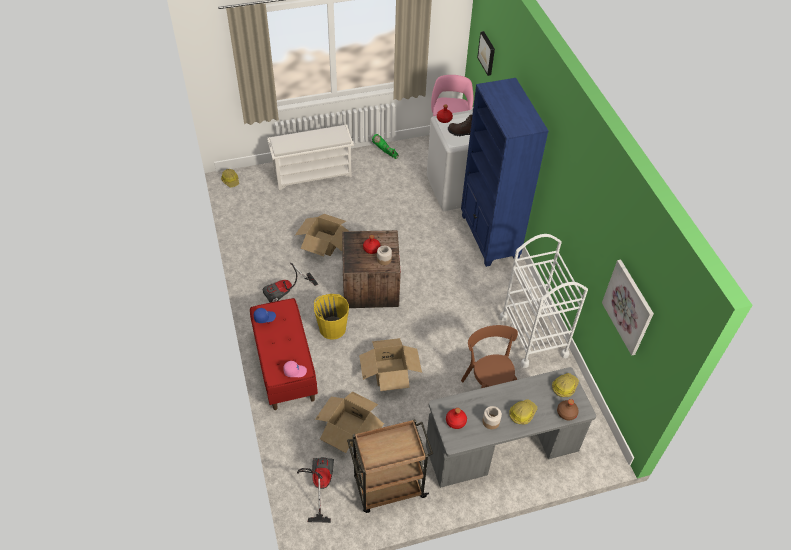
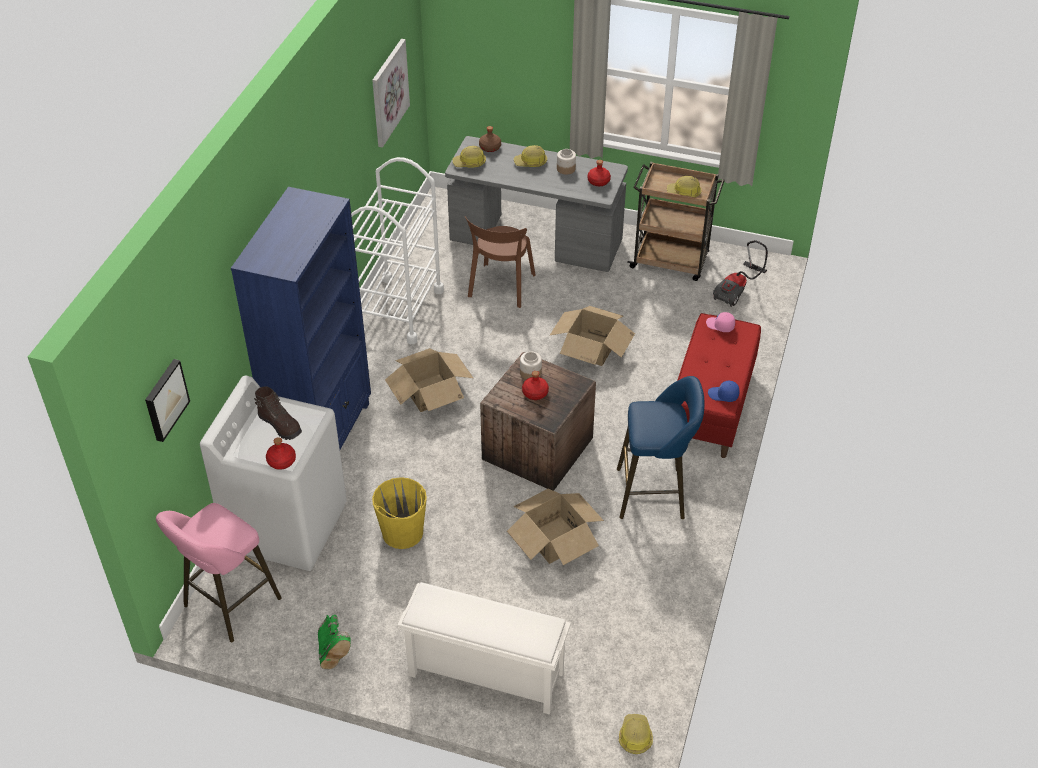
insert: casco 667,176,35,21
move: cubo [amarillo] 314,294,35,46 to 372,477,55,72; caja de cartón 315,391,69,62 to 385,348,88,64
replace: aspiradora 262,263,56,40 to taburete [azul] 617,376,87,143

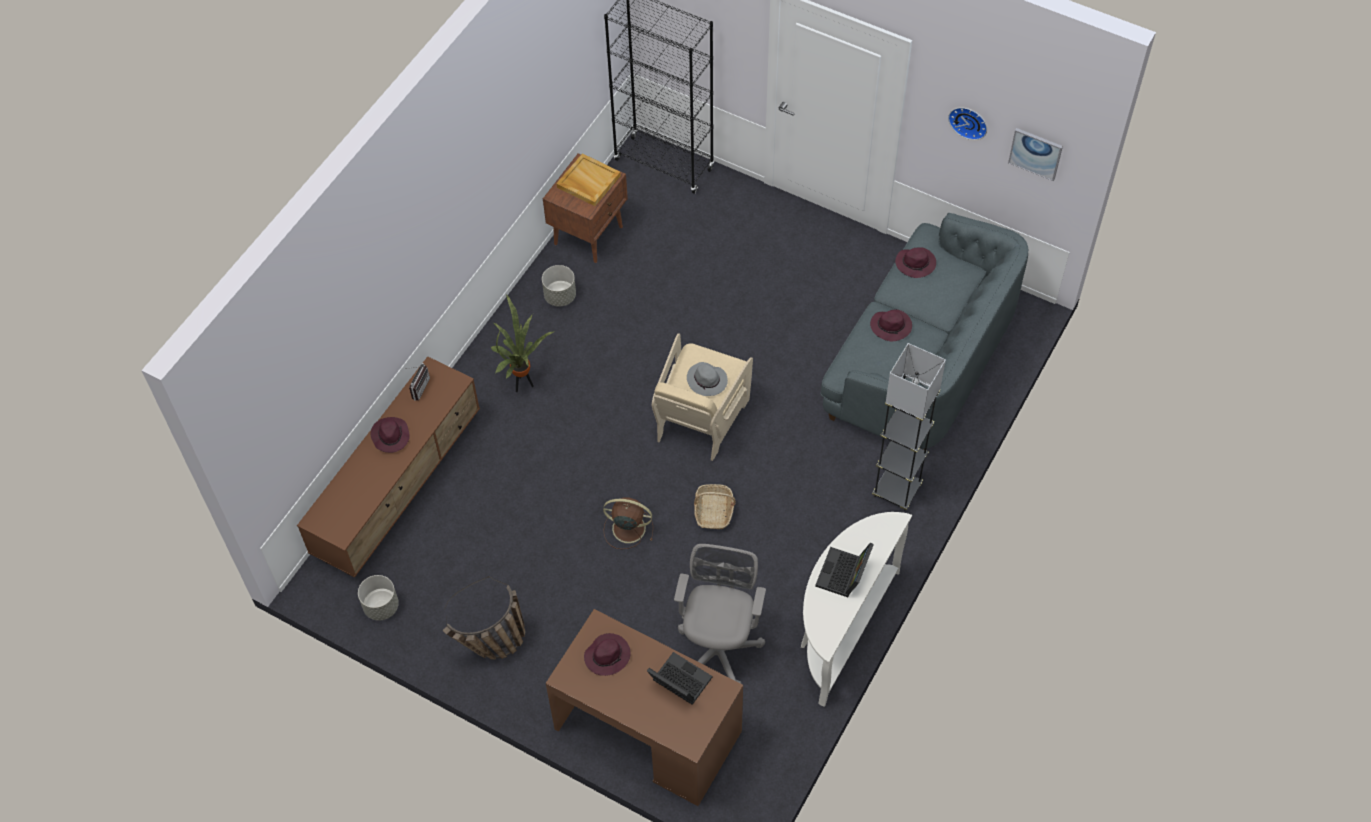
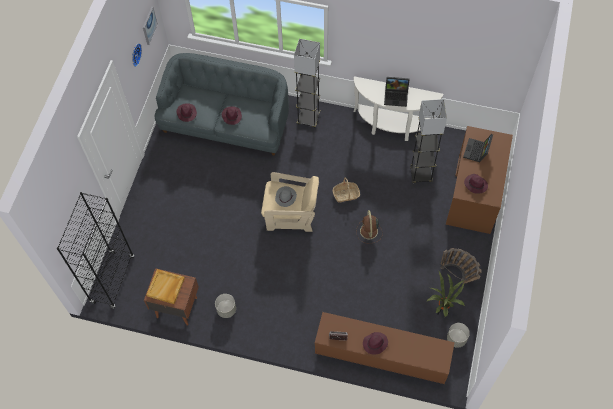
move: planta en maceta 491,293,63,99 to 426,271,39,46
replace: silla de oficina [gris] 674,544,92,140 to lámpara de pie [gris] 410,99,37,84

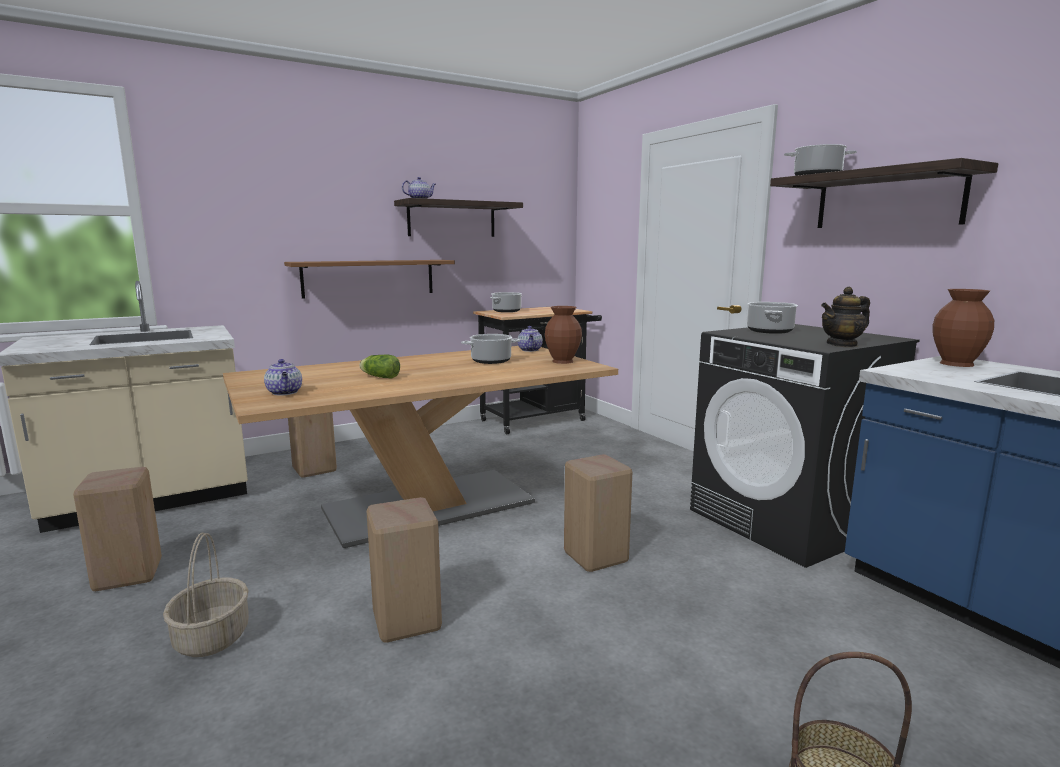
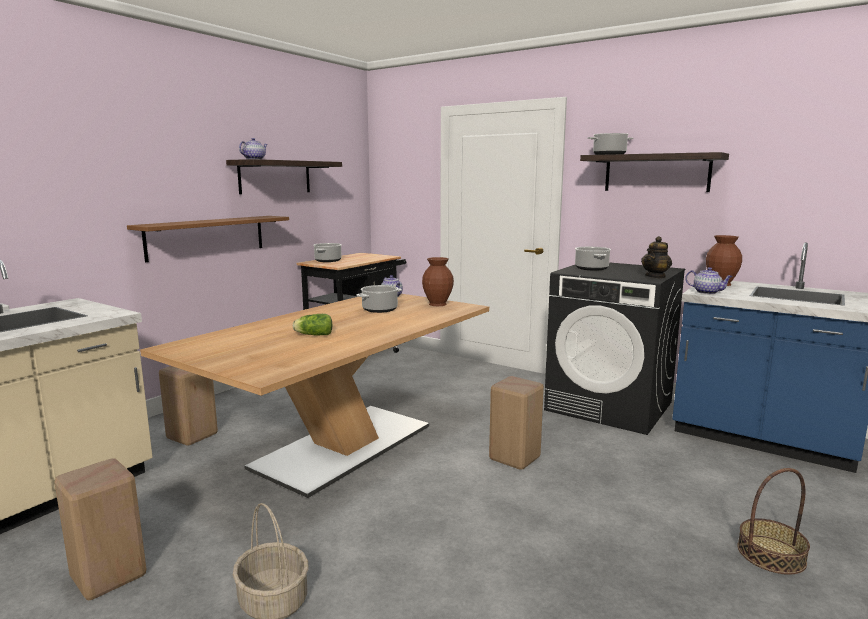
delete: taburete [beis] 366,497,76,146
move: tetera 264,359,38,37 to 685,267,48,27

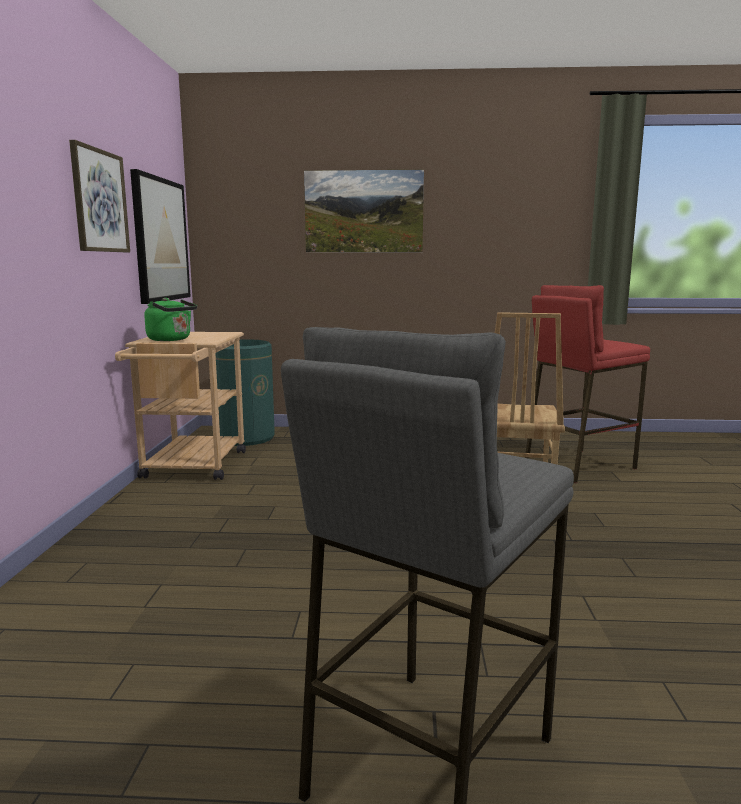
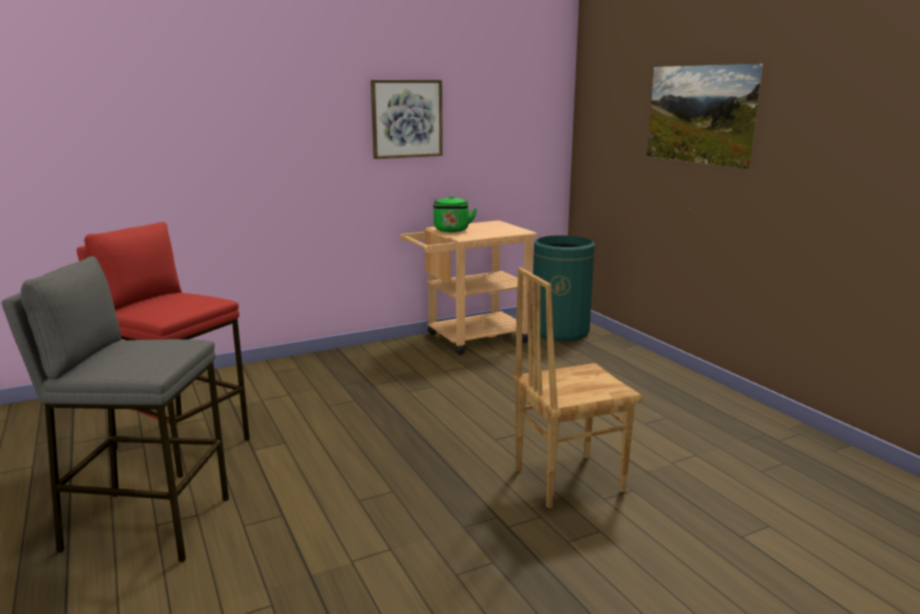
delete: cuadro 130,169,61,135
move: taburete [rojo] 525,285,125,198 to 77,222,173,256

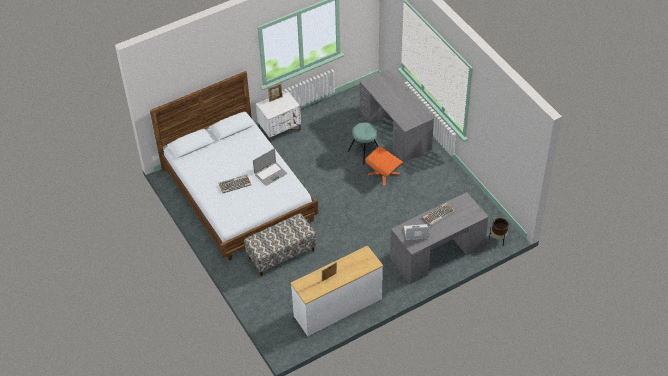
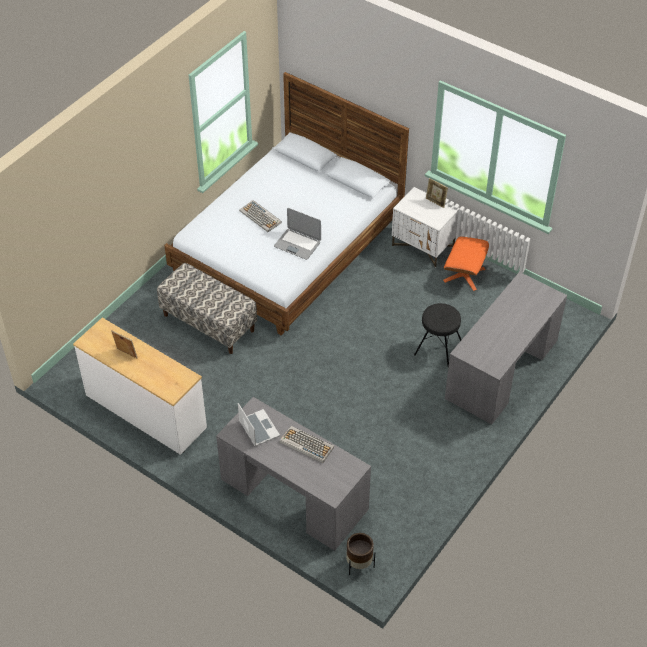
move: puf [naranja] 365,146,38,40 to 443,236,46,55
recolor: taburete [turquesa] 348,123,30,41 to taburete [negro] 414,303,47,64

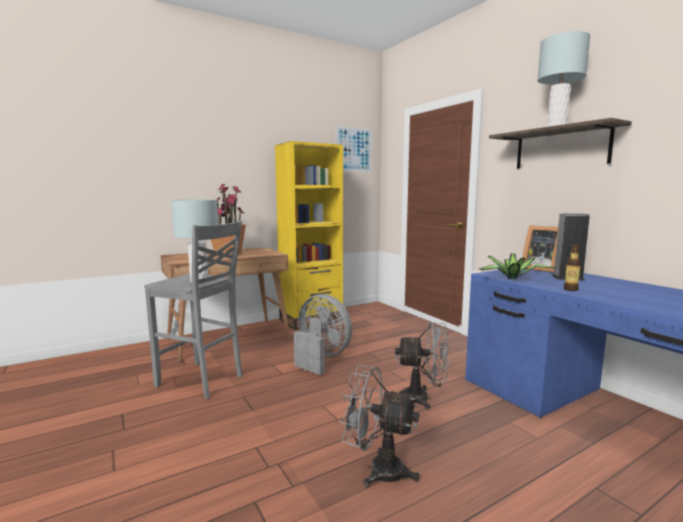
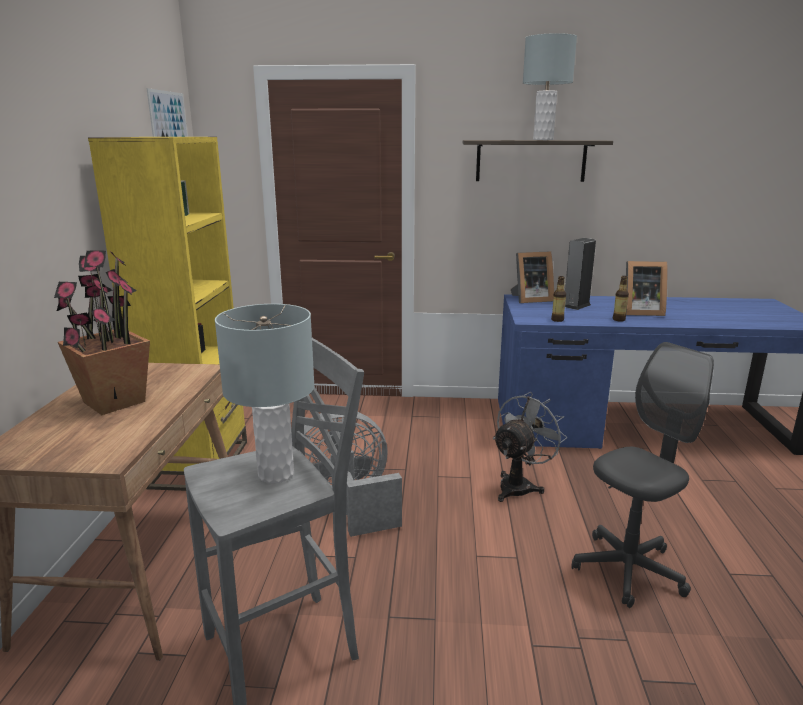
insert: portarretratos 626,261,41,55
replace: planta en maceta 479,253,79,27 to botella 551,276,15,46; ventilador [gris] 339,364,81,124 to silla de oficina [gris] 571,342,143,266

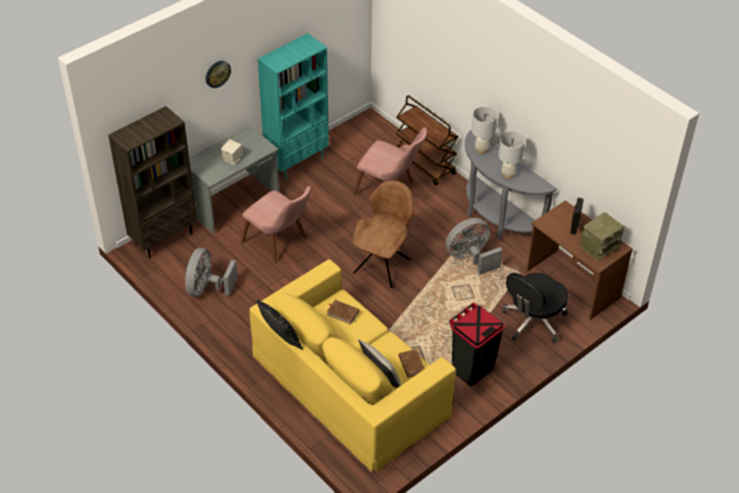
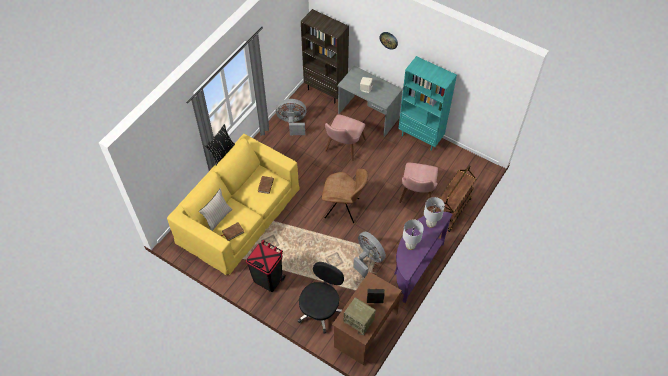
recolor: mesa consola [gris] 465,130,92,109 to mesa consola [morado] 394,212,59,91
rotate: silla de oficina [negro] 502,273,67,71 = 298,262,46,71 90 degrees clockwise

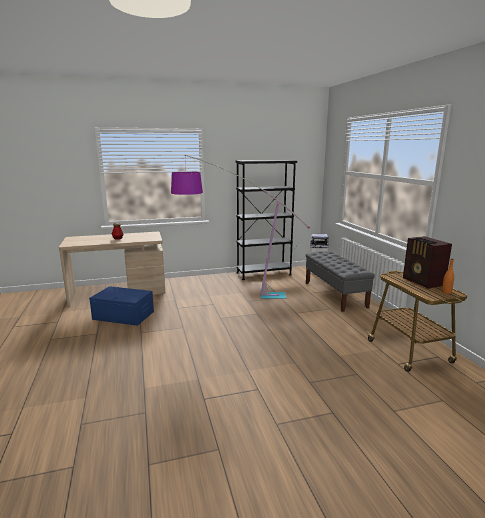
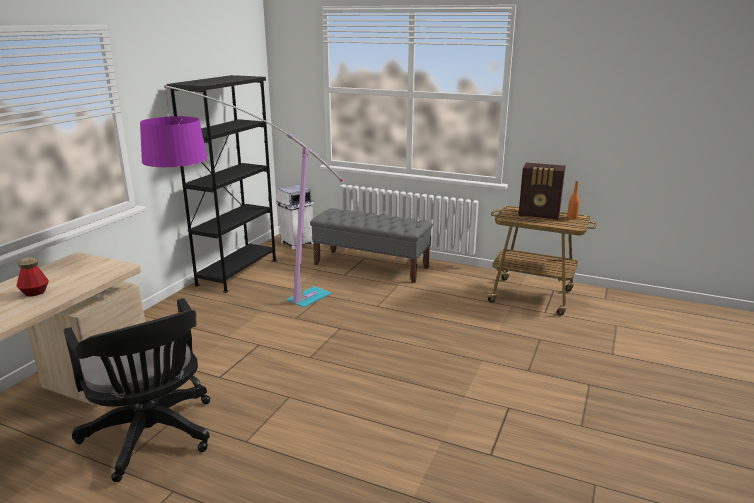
replace: caja de almacenaje [azul] 89,286,65,40 to silla de oficina [negro] 64,298,146,184

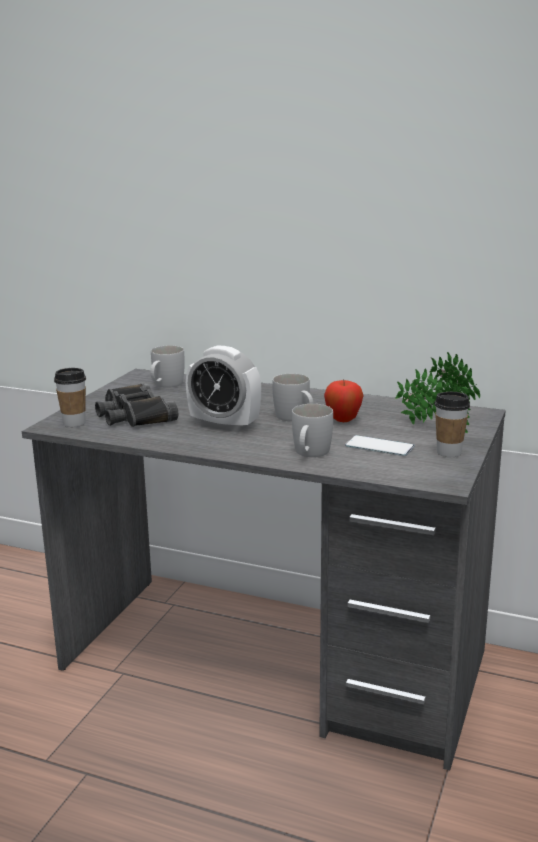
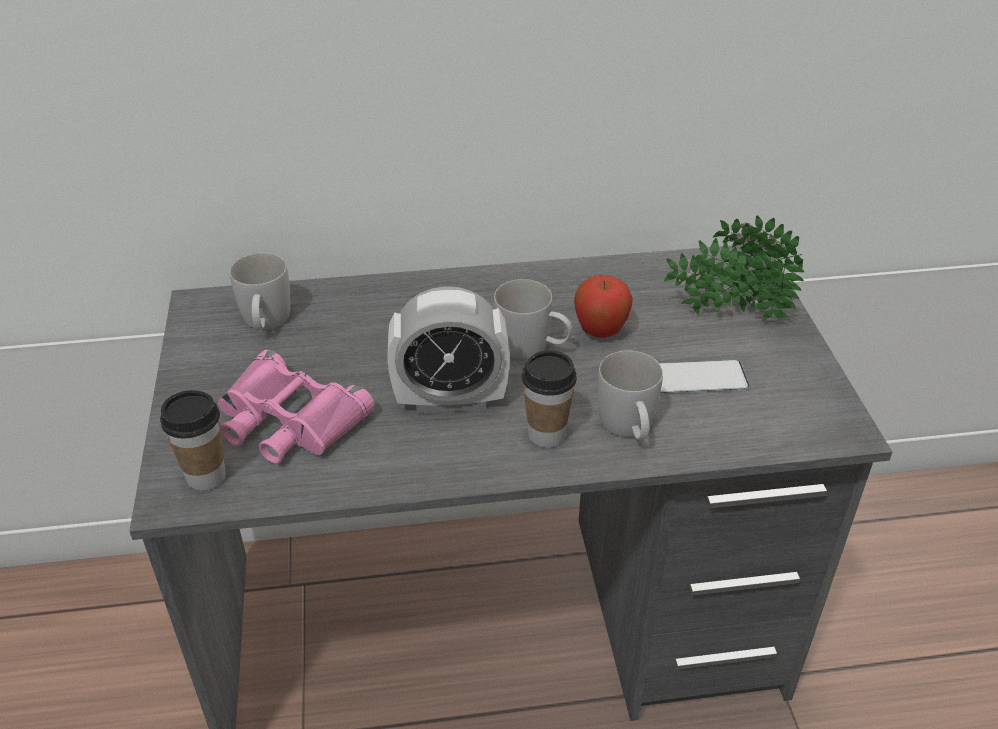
move: taza 434,392,36,65 to 522,350,55,98
recolor: prismáticos [negro] 95,383,83,44 to prismáticos [rosa] 218,349,156,115

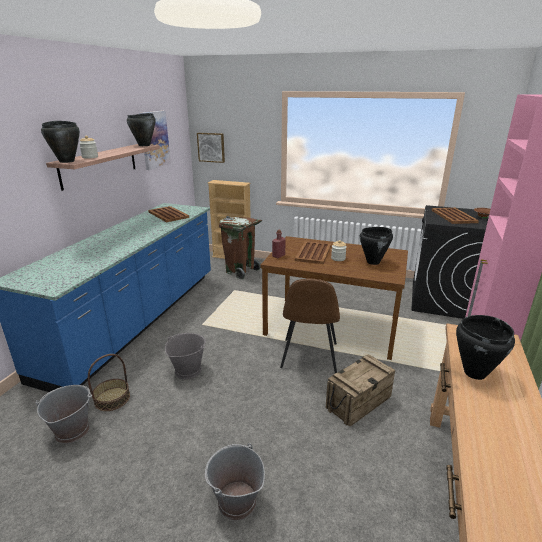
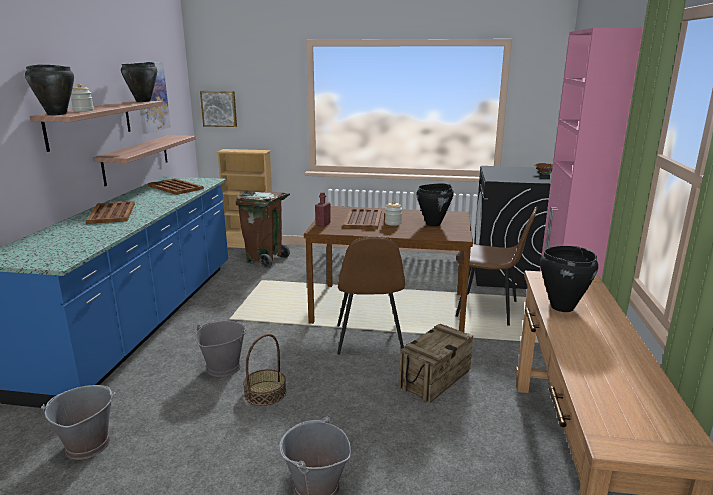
insert: estante 93,135,103,51; silla [marrón] 456,206,82,120
move: bandeja [marrón] 431,208,48,16 to 85,201,50,23; cesta 88,354,42,57 to 243,334,43,72

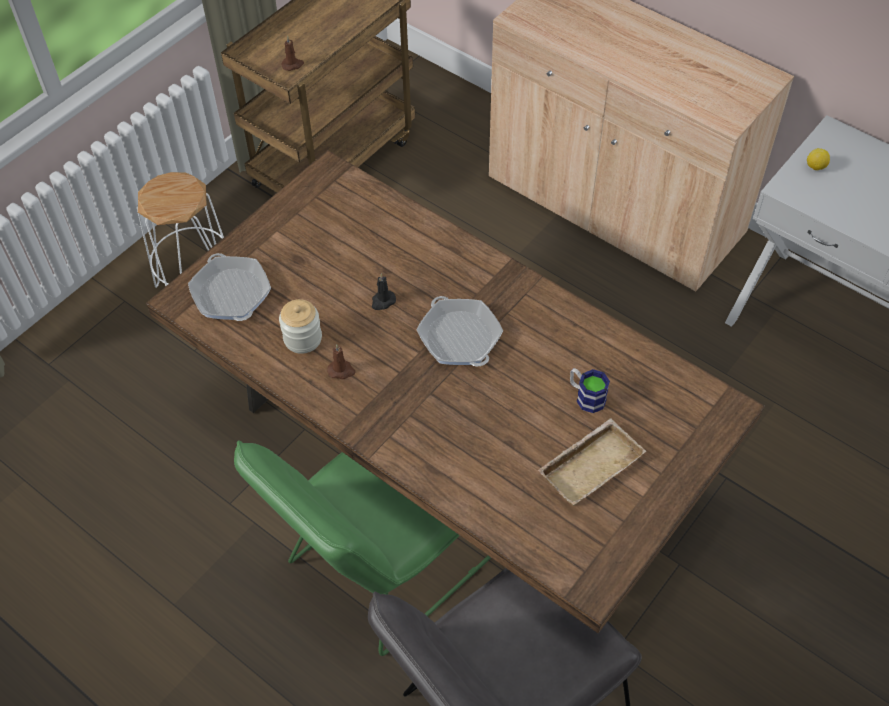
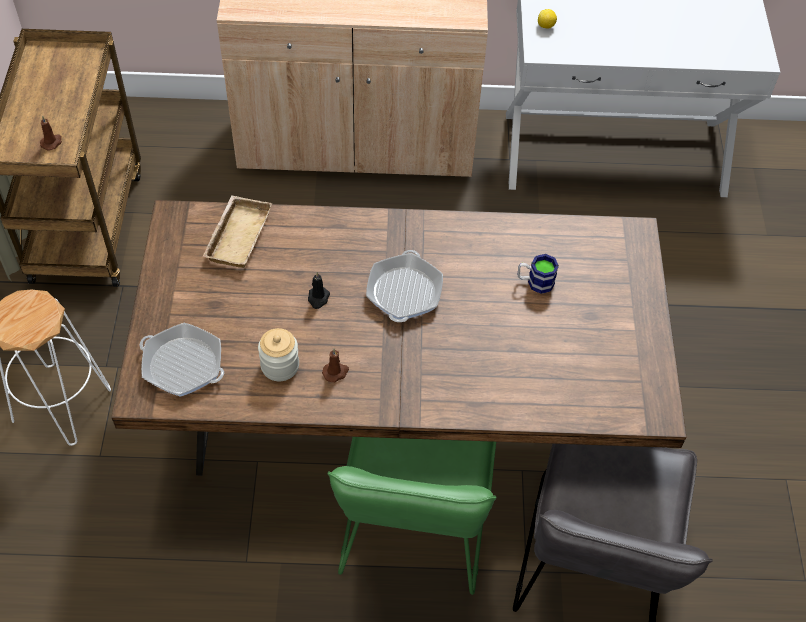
move: bandeja [beis] 538,419,108,87 to 203,196,69,72
rotate: sartén 416,296,87,70 = 366,250,77,72 105 degrees counterclockwise

